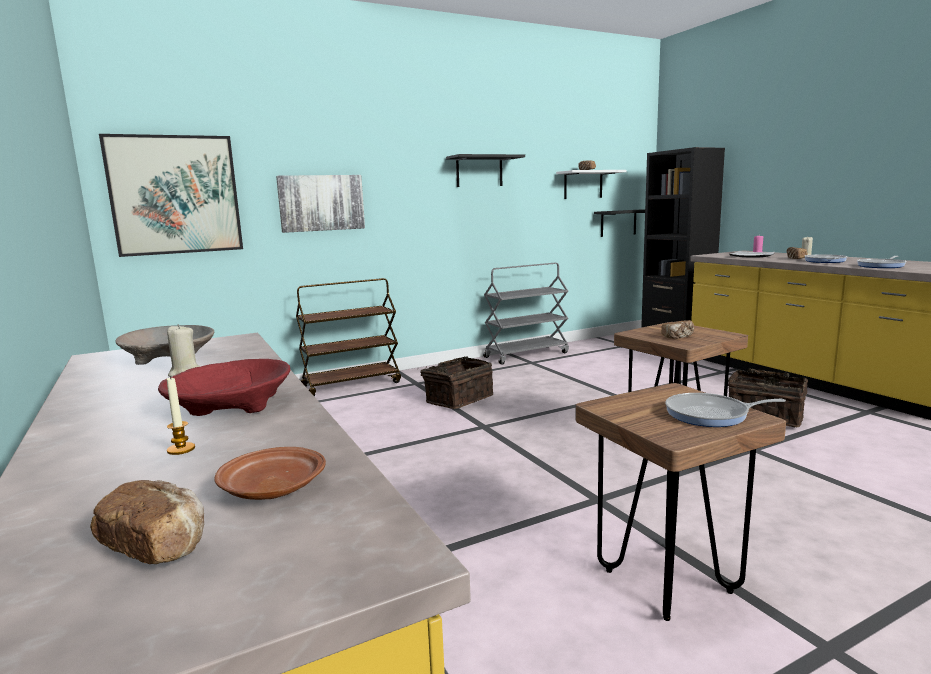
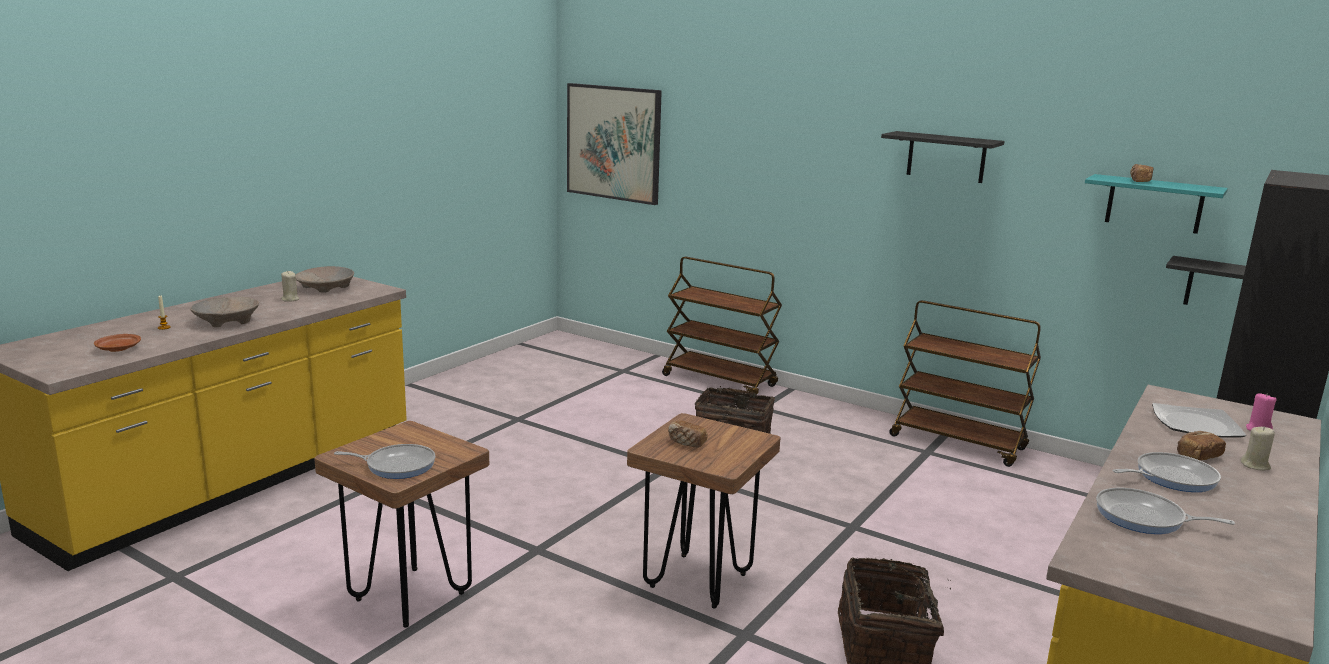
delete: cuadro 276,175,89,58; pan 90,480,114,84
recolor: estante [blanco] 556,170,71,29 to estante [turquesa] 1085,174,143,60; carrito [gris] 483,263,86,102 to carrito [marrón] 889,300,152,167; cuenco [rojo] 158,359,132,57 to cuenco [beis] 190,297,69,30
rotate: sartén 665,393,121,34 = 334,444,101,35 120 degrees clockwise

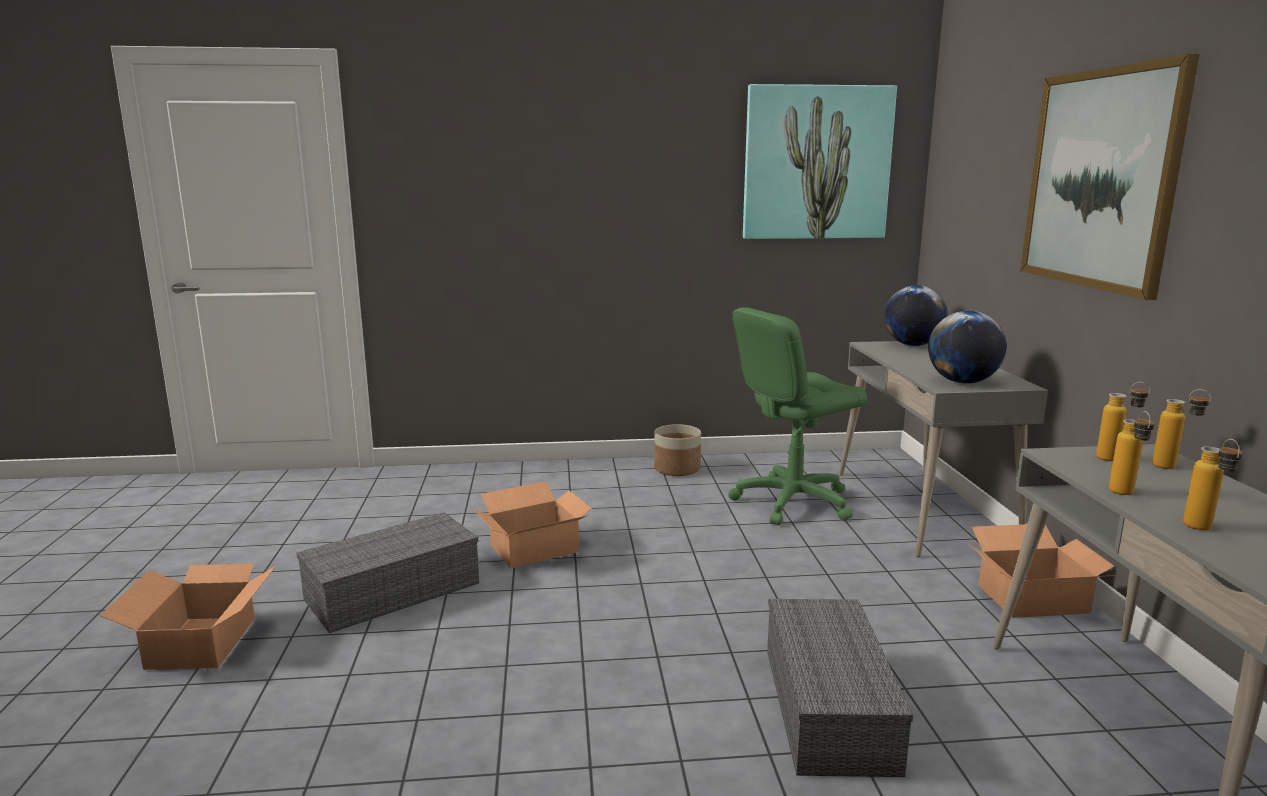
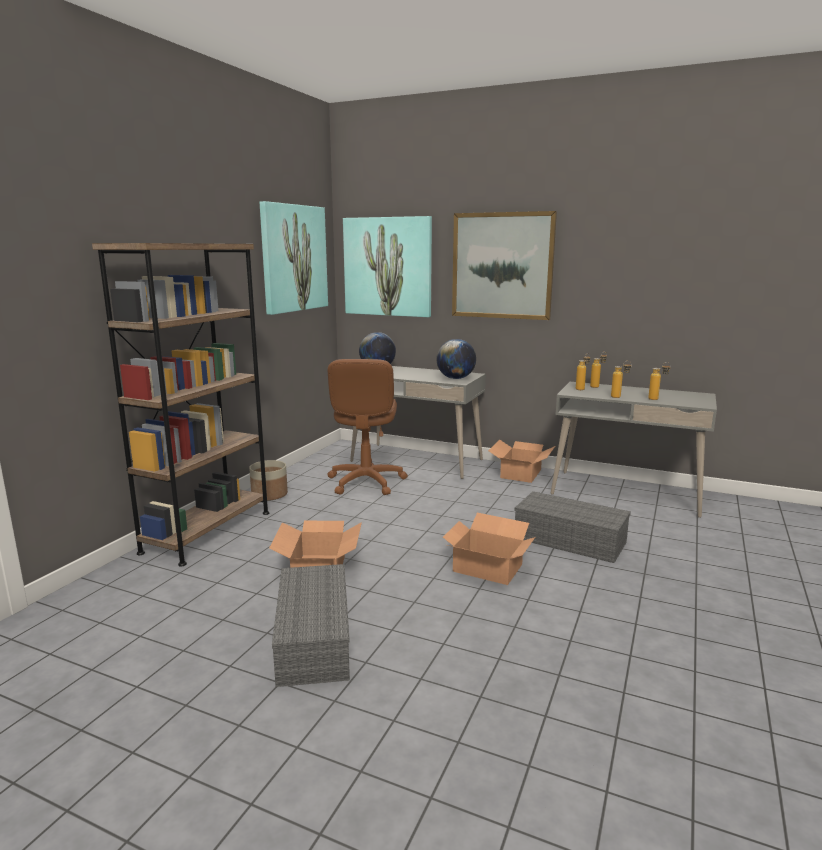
insert: cuadro 343,216,89,101; estantería [marrón] 92,243,177,323
move: caja de cartón 100,564,176,106 to 443,513,92,72
recolor: silla de oficina [verde] 729,308,138,217 to silla de oficina [marrón] 327,359,81,136

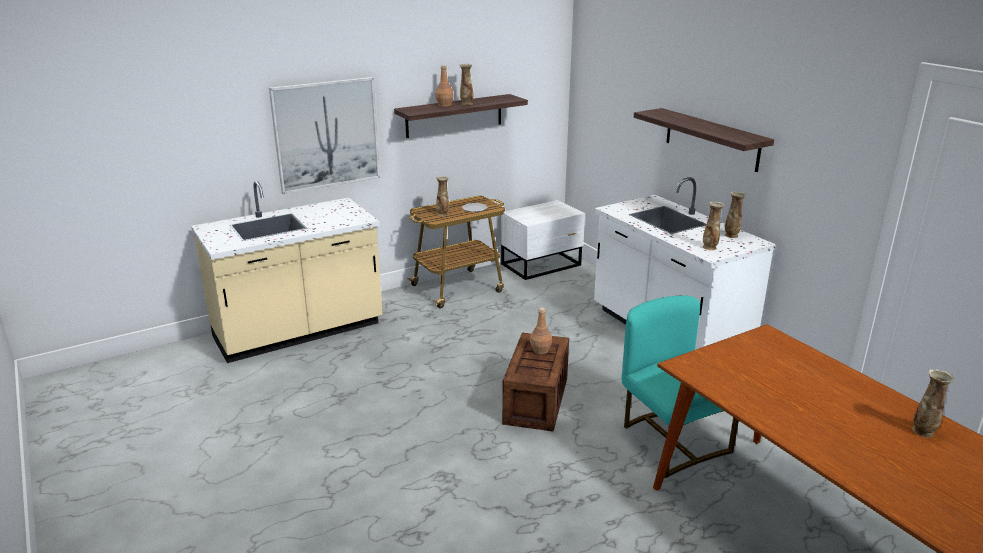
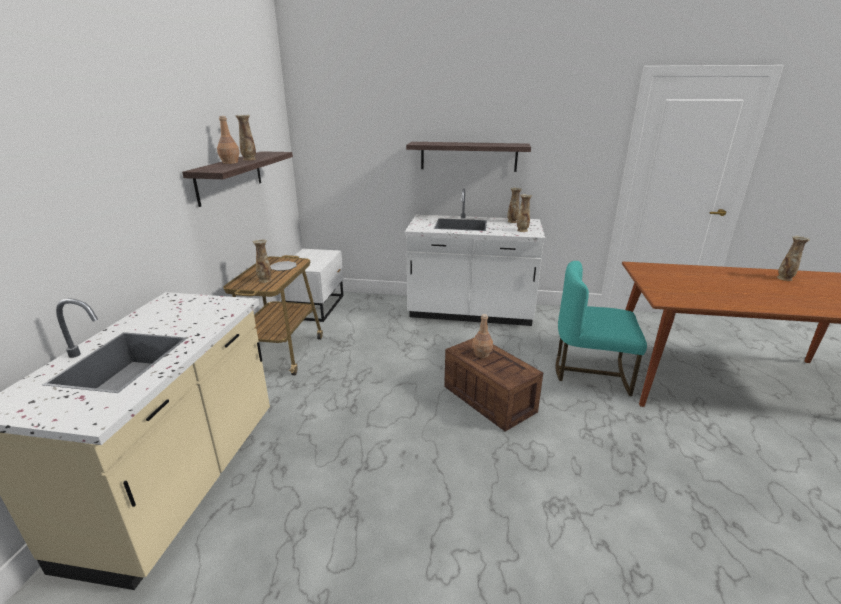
delete: cuadro 269,77,111,117

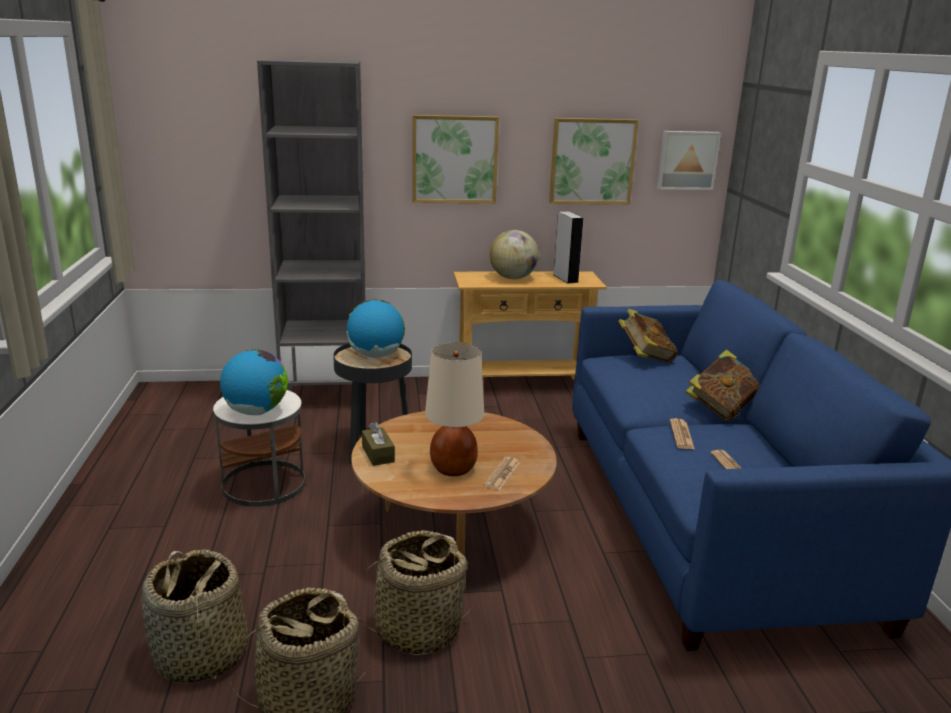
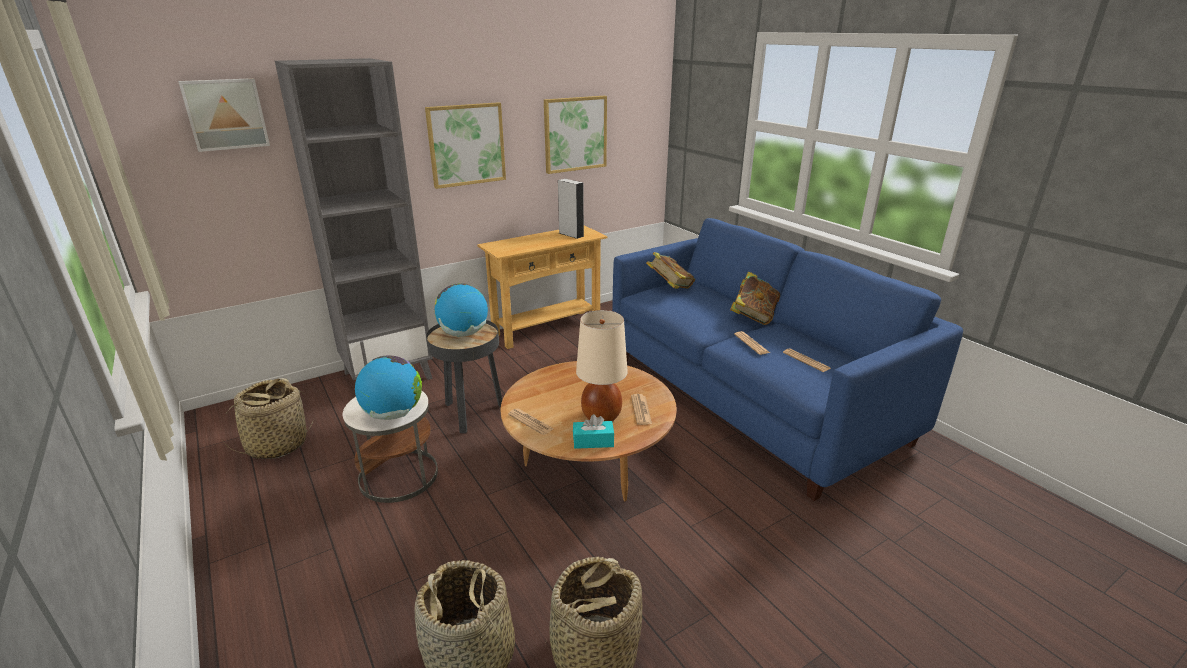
delete: globo terráqueo 490,230,49,49
insert: caja de pañuelos [turquesa] 573,414,41,35
move: cuadro 657,131,64,59 to 178,78,92,74; cesta 353,530,121,125 to 222,378,92,81
replace: caja de pañuelos [marrón] 362,422,33,44 to periódico 508,408,46,27

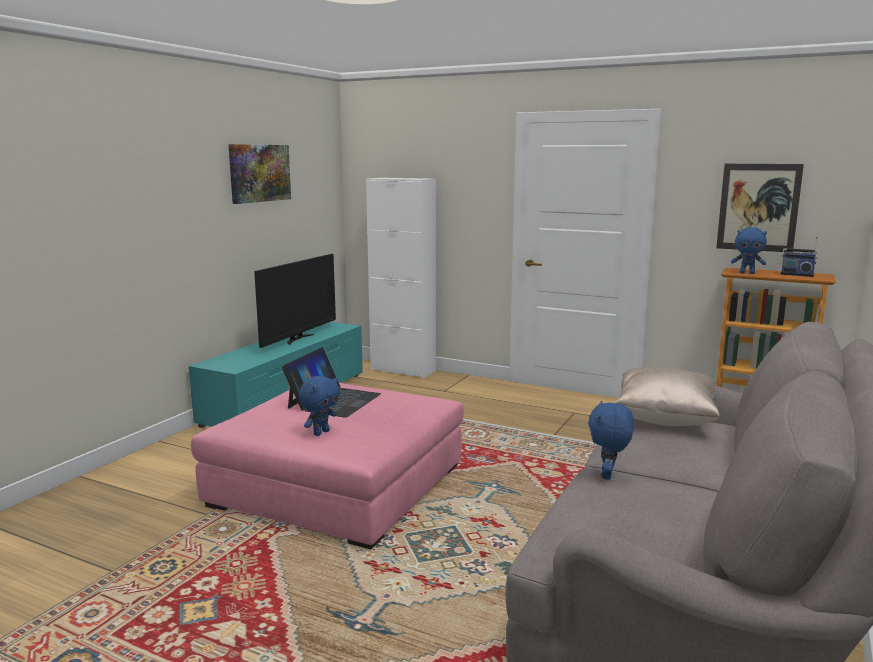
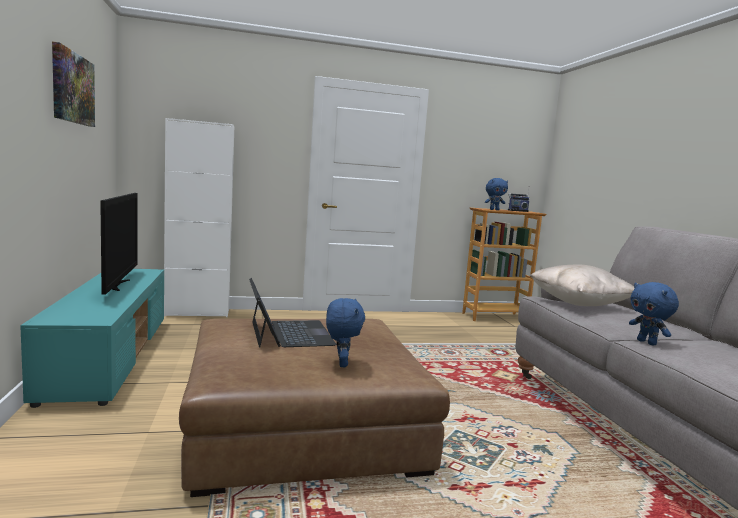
delete: cuadro 716,164,88,88
recolor: puf [rosa] 191,383,273,166 to puf [marrón] 179,319,271,178

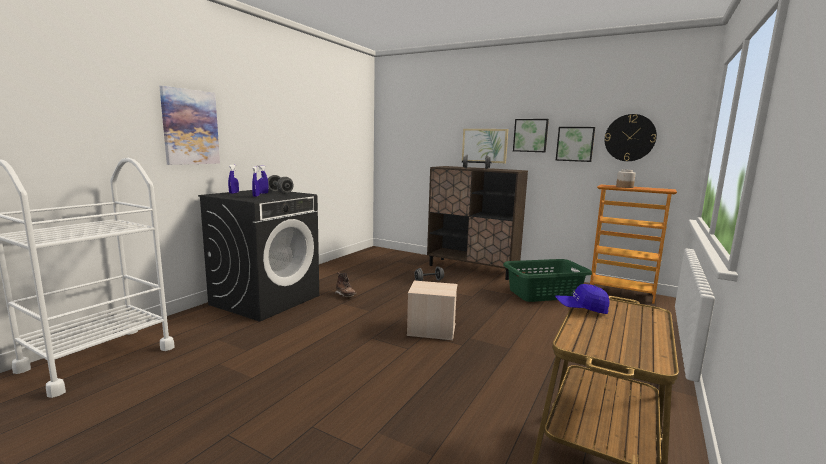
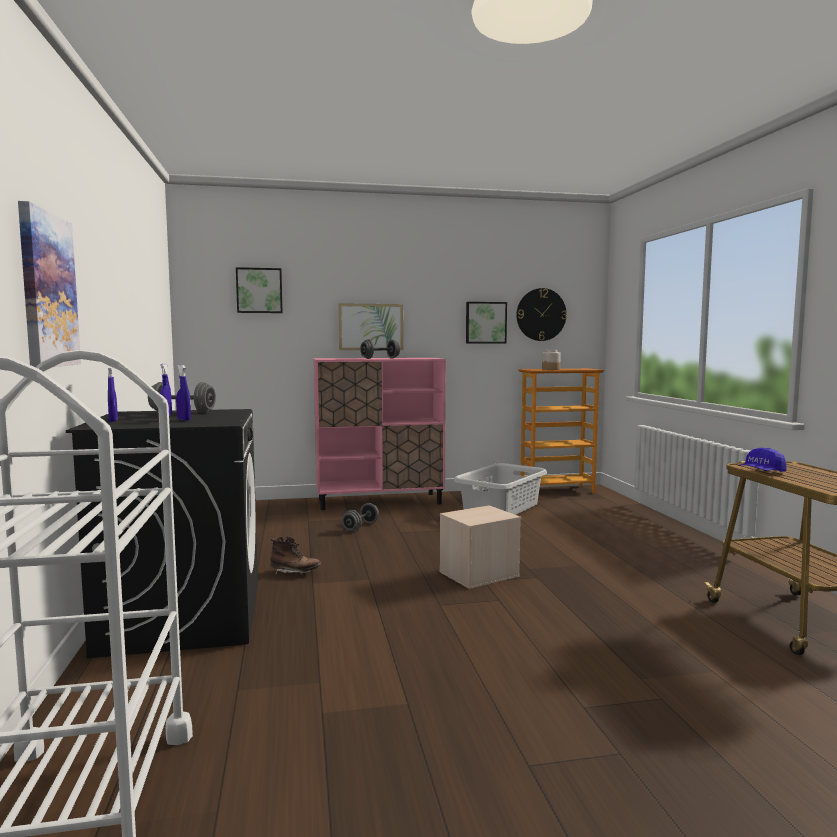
move: cuadro 513,119,36,33 to 236,267,47,46
recolor: armario [marrón] 427,166,101,114 to armario [rosa] 314,358,132,152; cesto de la ropa [verde] 503,259,89,43 to cesto de la ropa [gris] 454,463,93,52

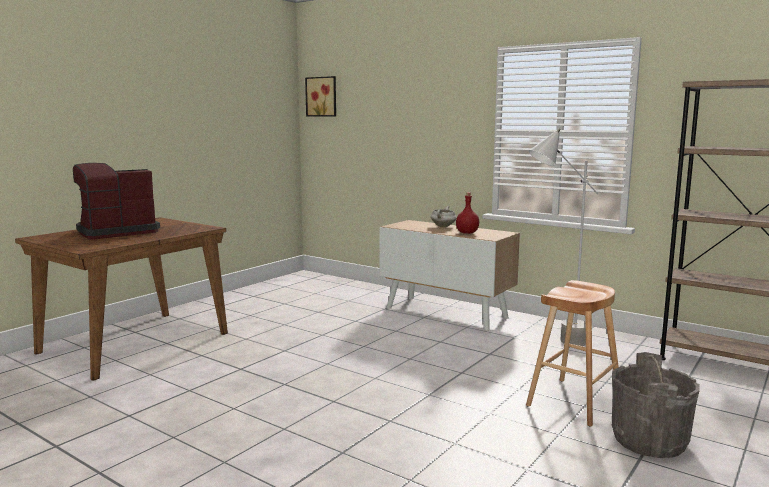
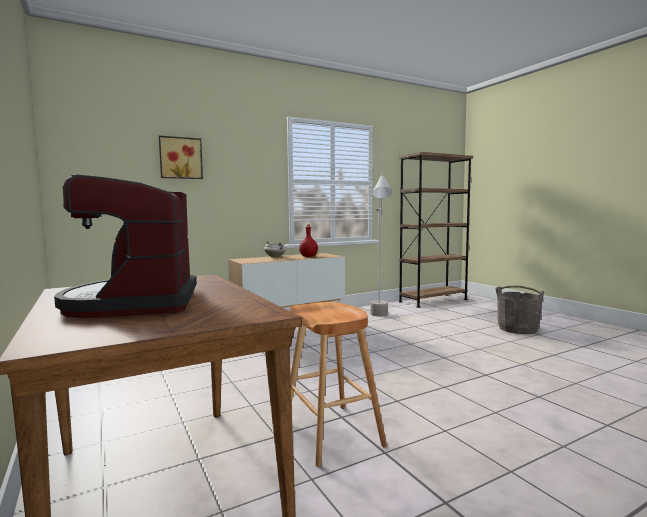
move: cuadro 305,76,31,40 to 159,136,44,43; taburete [marrón] 526,280,93,147 to 290,302,97,165

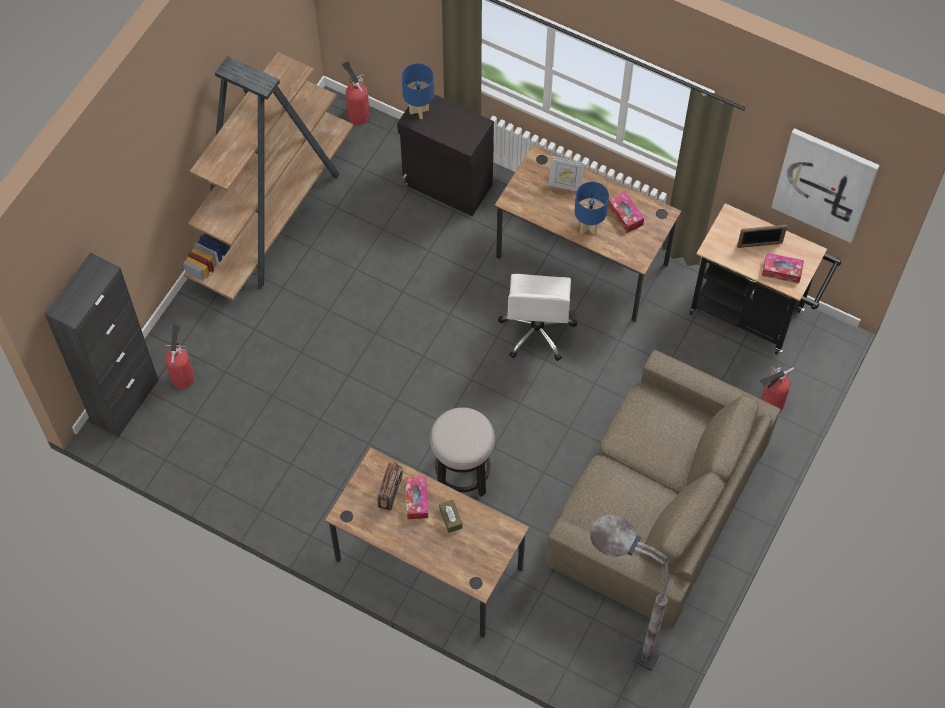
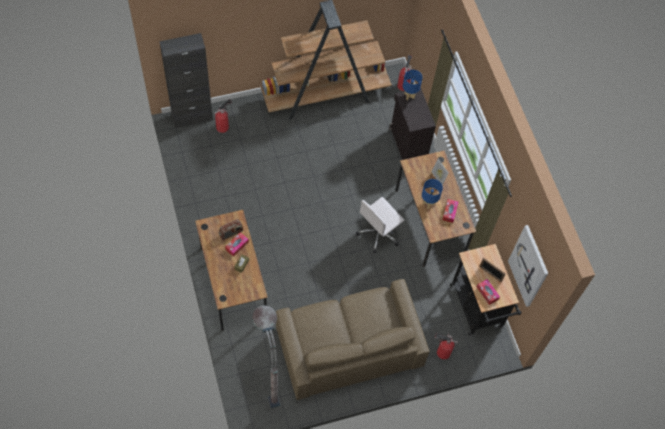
delete: taburete 430,407,65,90

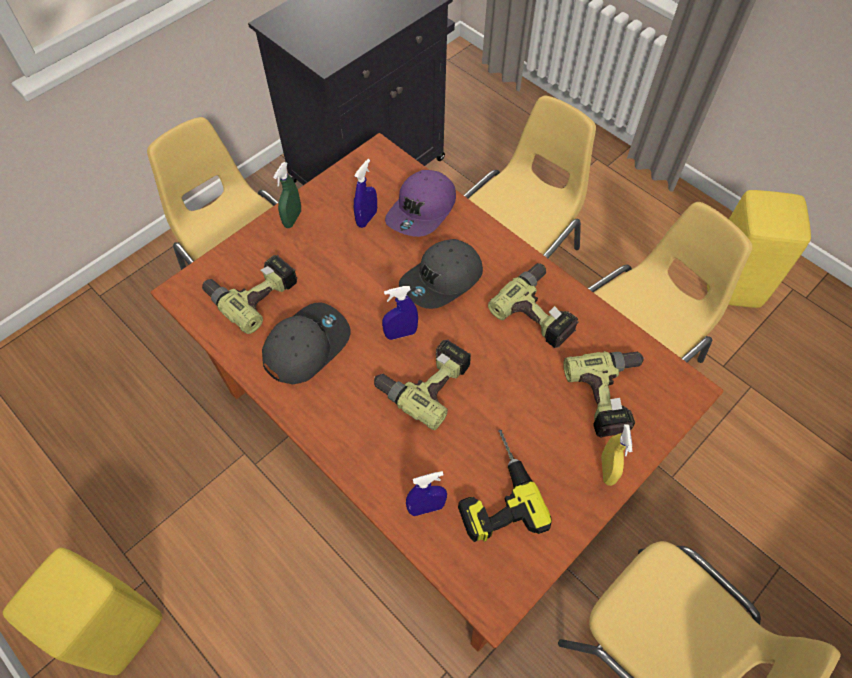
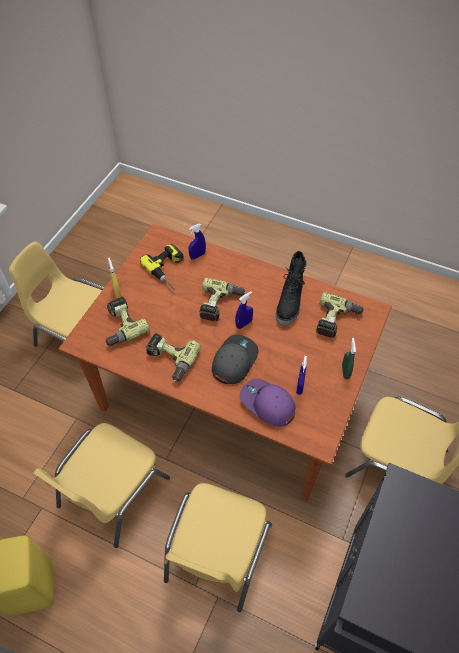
delete: taburete [amarillo] 3,548,159,127
replace: gorra [gris] 262,302,88,82 to bota [negro] 276,251,31,74
rotate: gorra [morado] 385,170,71,67 = 240,379,56,48 60 degrees counterclockwise

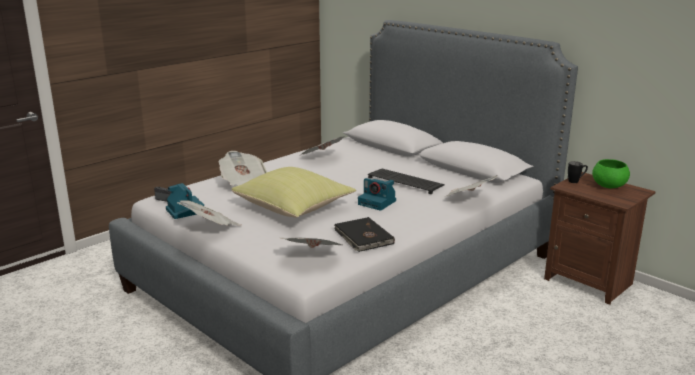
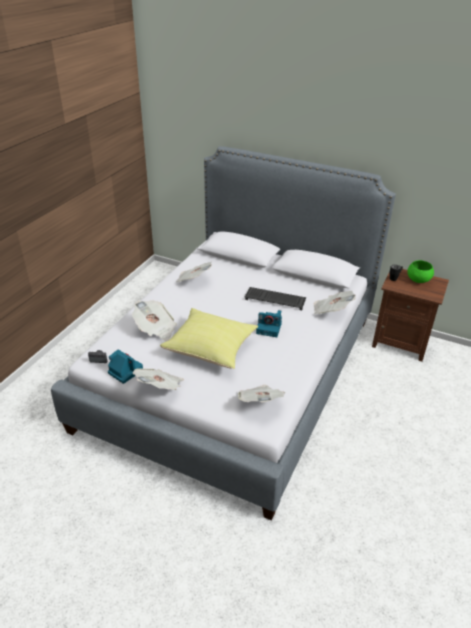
delete: libro [negro] 334,217,61,35

